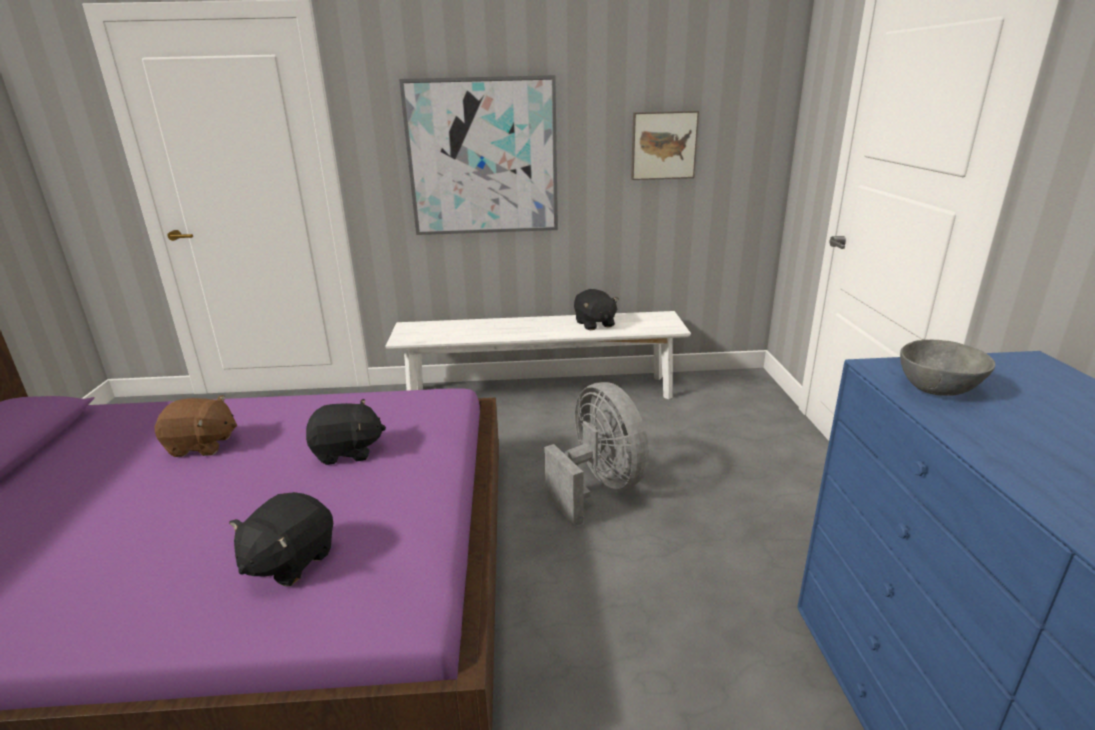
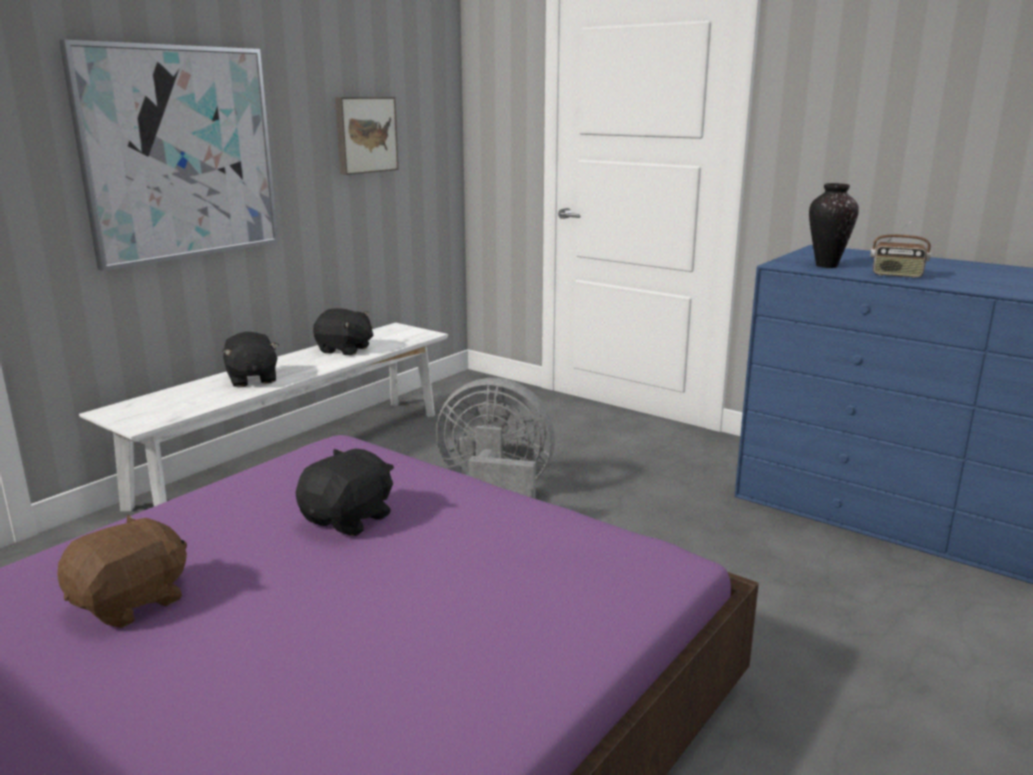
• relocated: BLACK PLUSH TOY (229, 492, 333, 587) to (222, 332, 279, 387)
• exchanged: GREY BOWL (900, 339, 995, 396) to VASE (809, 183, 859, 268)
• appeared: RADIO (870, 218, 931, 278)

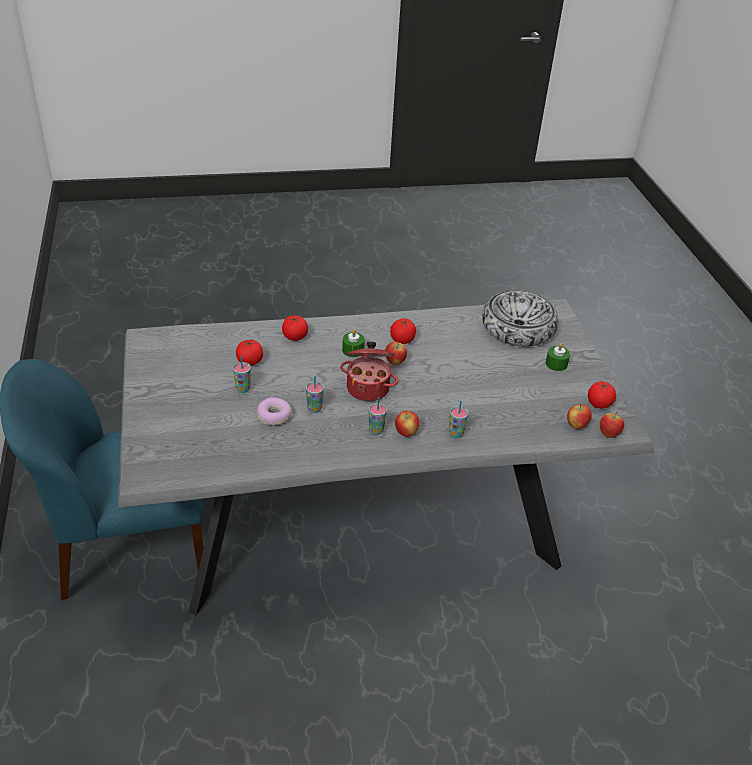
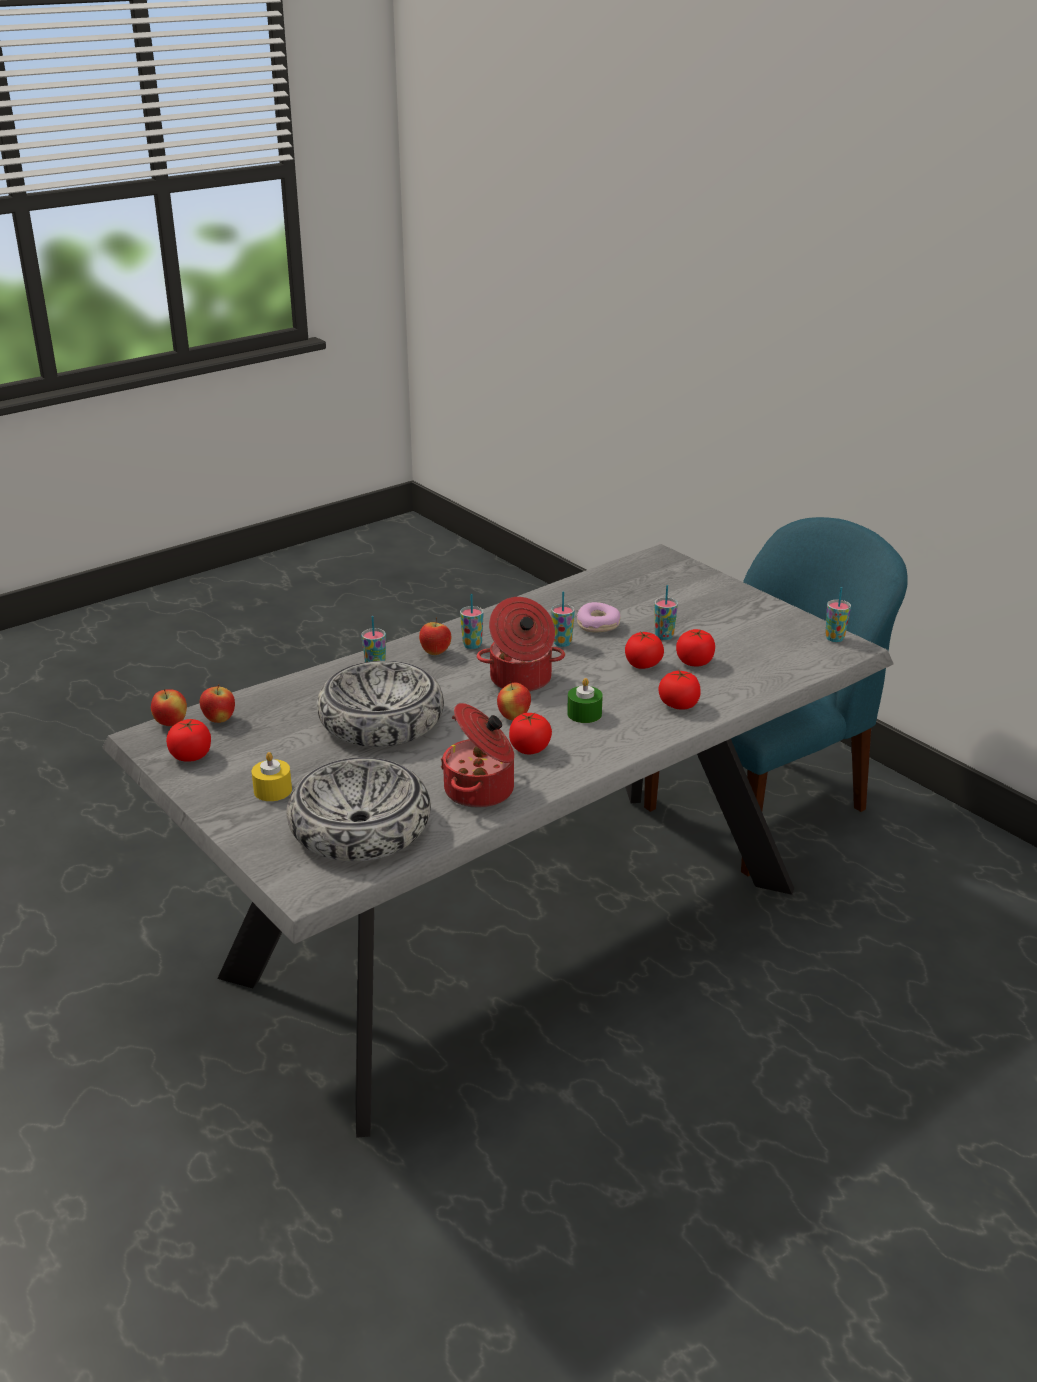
• colour: GREEN CANDLE (546, 343, 570, 371) to YELLOW CANDLE (252, 752, 292, 801)
• appeared: BOWL (317, 661, 444, 747)
• appeared: COOKING POT (441, 703, 514, 808)
• appeared: TOMATO (625, 631, 664, 669)
• appeared: CUP (825, 587, 851, 642)

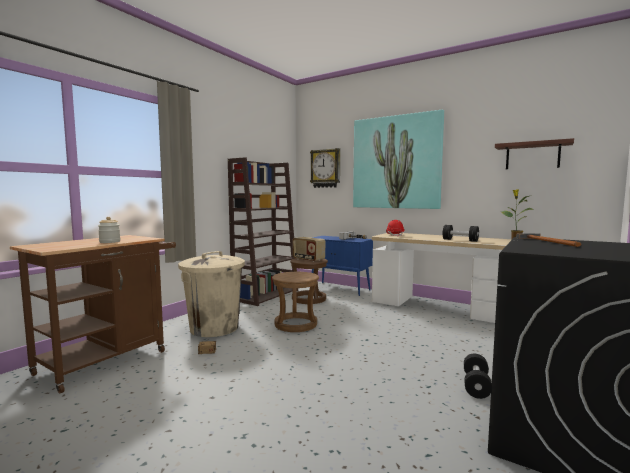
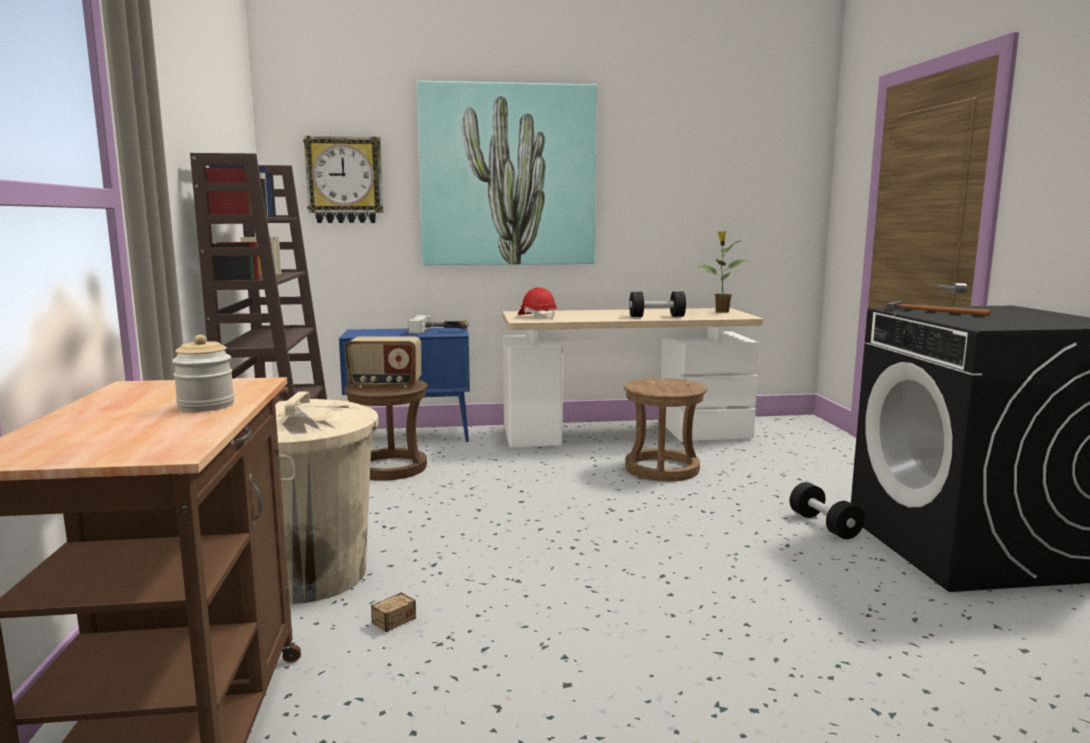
• relocated: BROWN STOOL (272, 272, 319, 332) to (624, 378, 707, 482)
• missing: SHELF (495, 138, 574, 169)

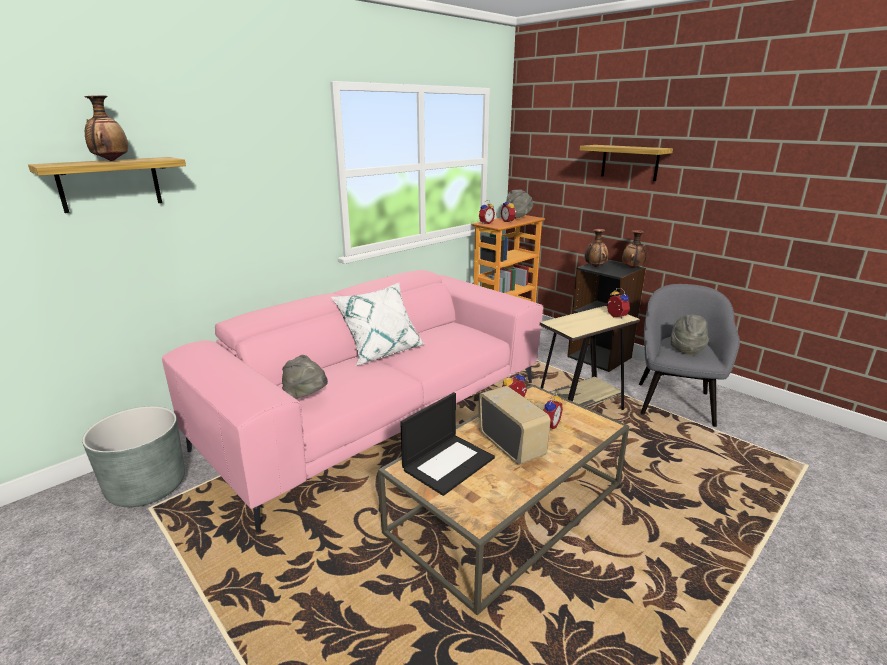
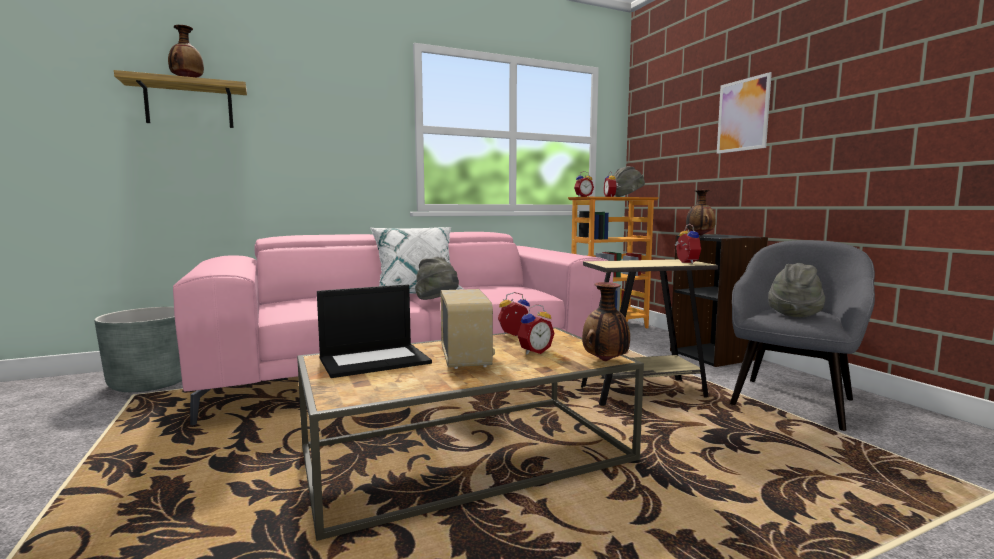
• relocated: GREY HAT (282, 355, 328, 399) to (415, 256, 459, 300)
• exchanged: SHELF (580, 145, 673, 181) to PICTURE (717, 72, 772, 154)
• relocated: VASE (622, 230, 646, 269) to (582, 282, 630, 361)

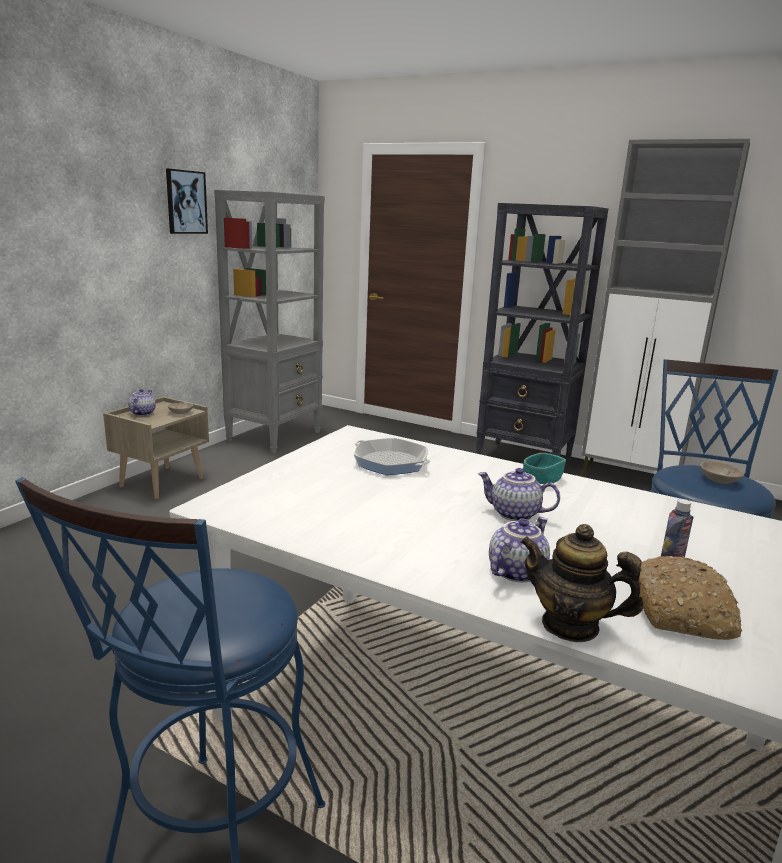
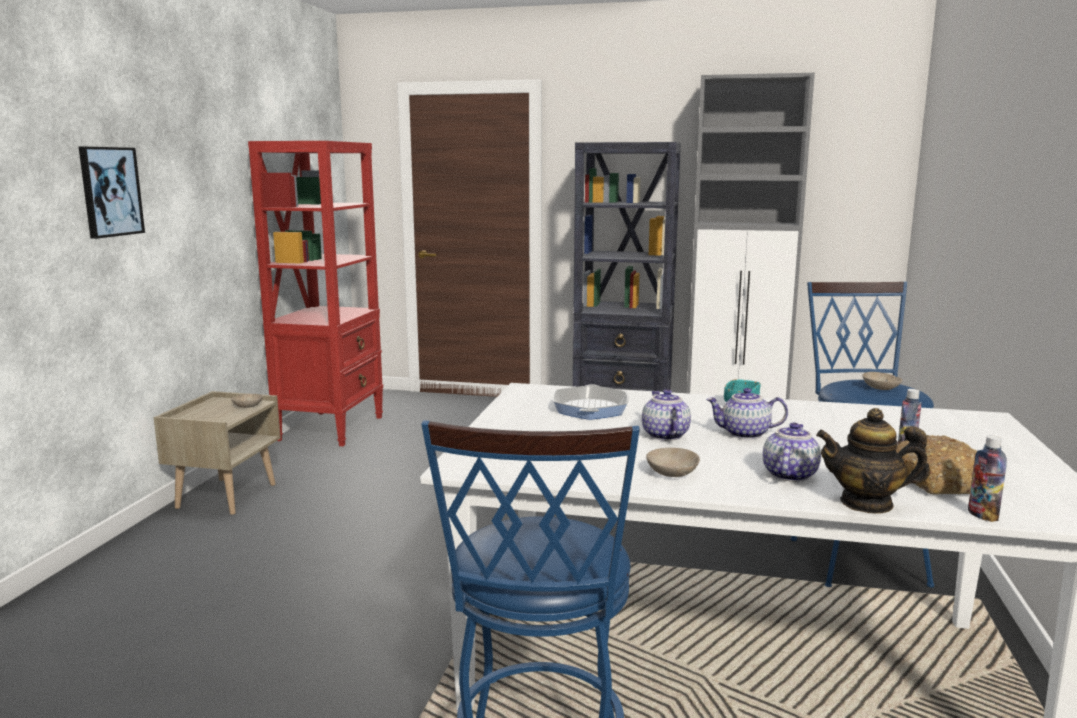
• relocated: TEAPOT (128, 389, 156, 416) to (642, 389, 691, 441)
• relocated: PICTURE (166, 169, 208, 234) to (79, 147, 145, 239)
• colour: GREY BOOKCASE (214, 190, 325, 453) to RED BOOKCASE (248, 141, 383, 446)
• spun: FRYING PAN (354, 438, 430, 475) = (553, 384, 629, 420) 105 degrees counterclockwise
• appeared: BEIGE BOWL (646, 448, 700, 477)
• appeared: BOTTLE (968, 435, 1007, 522)

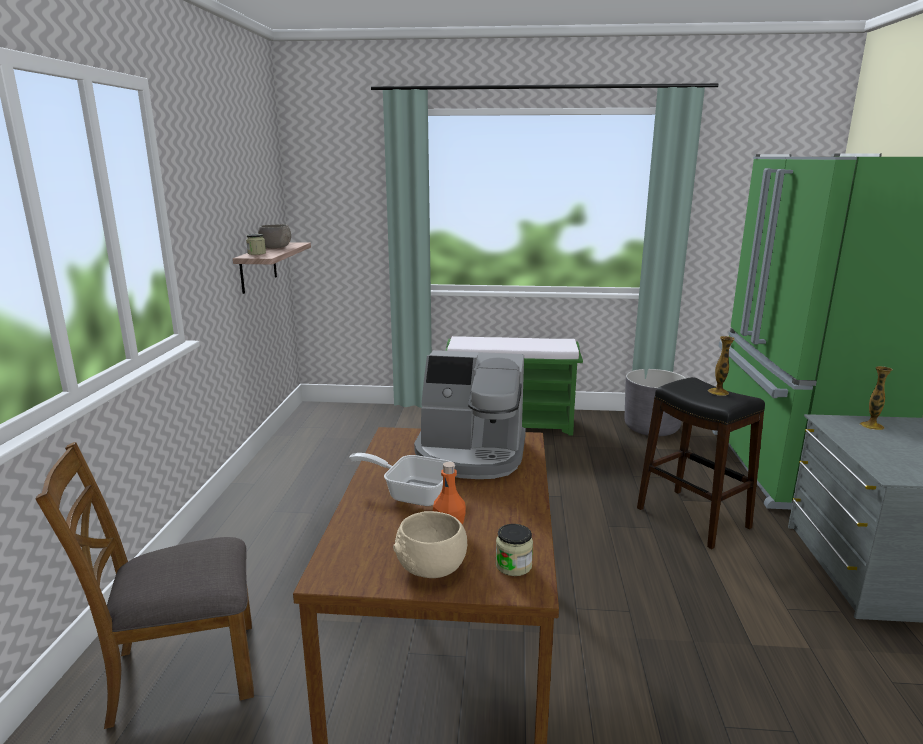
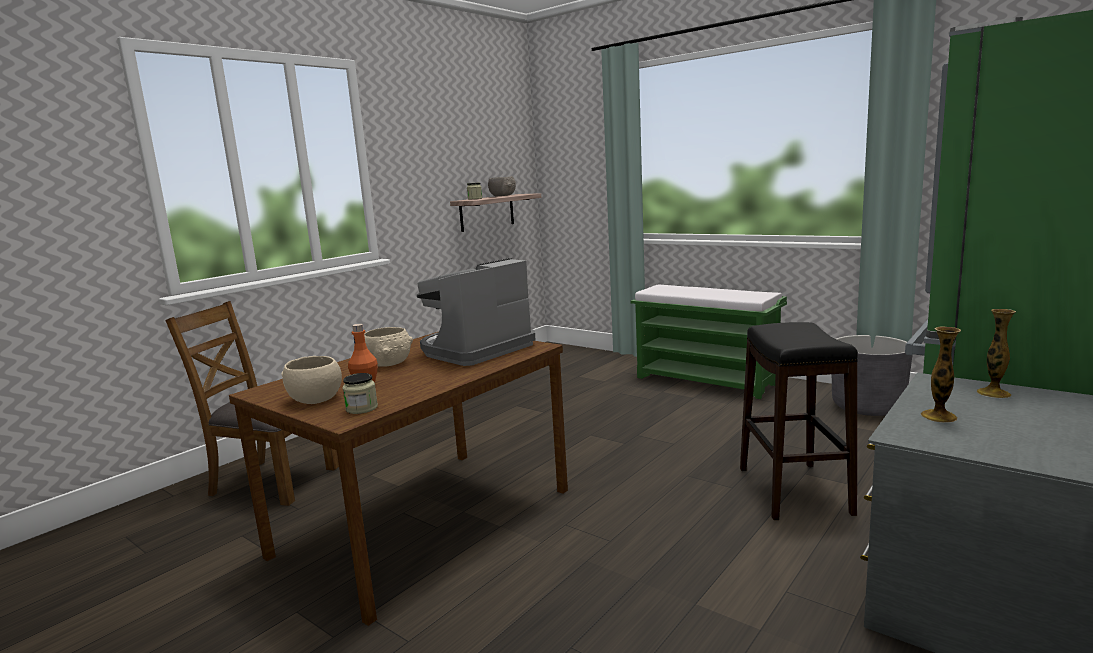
• exchanged: FRYING PAN (349, 453, 451, 506) to BEIGE BOWL (364, 327, 413, 367)
• spun: COFFEE MACHINE (414, 350, 526, 479) = (417, 258, 536, 366) 90 degrees clockwise
• relocated: VASE (708, 336, 735, 396) to (921, 326, 961, 423)

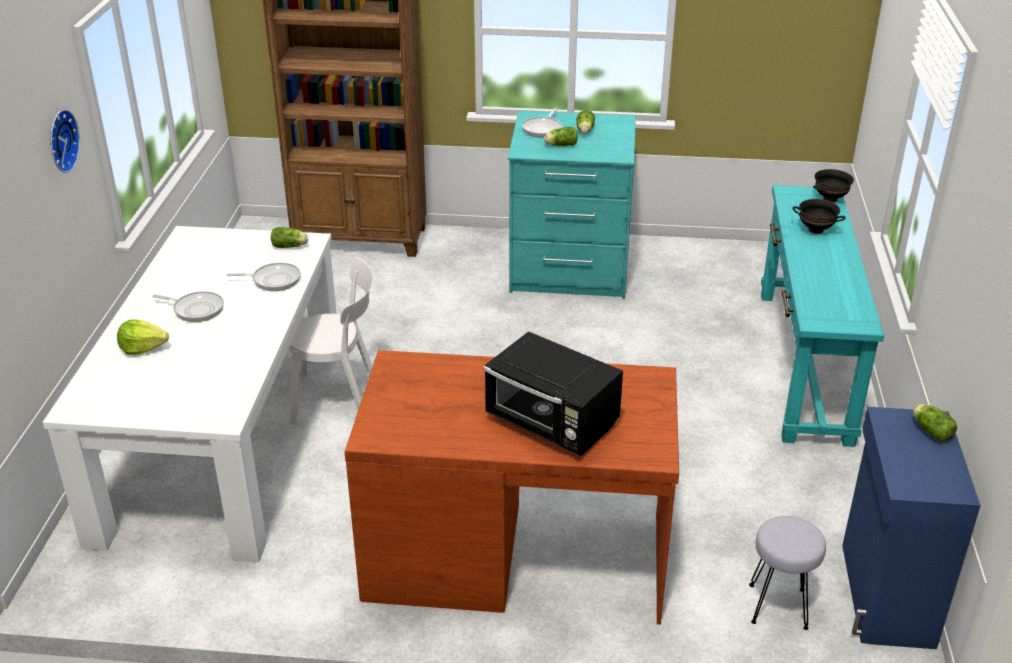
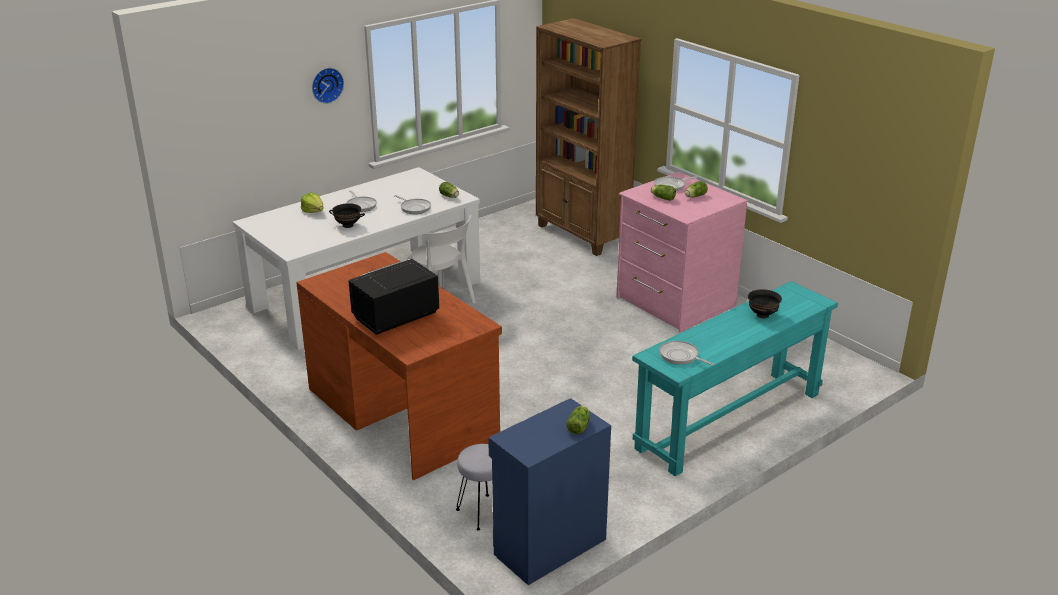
• spun: BLACK MICROWAVE (483, 331, 623, 456) = (348, 259, 440, 335) 60 degrees clockwise
• colour: TURQUOISE DRESSER (508, 111, 636, 299) to PINK DRESSER (616, 172, 748, 332)
• relocated: BLACK BOWL (813, 169, 854, 202) to (329, 203, 365, 228)
• appeared: FRYING PAN (659, 341, 714, 366)

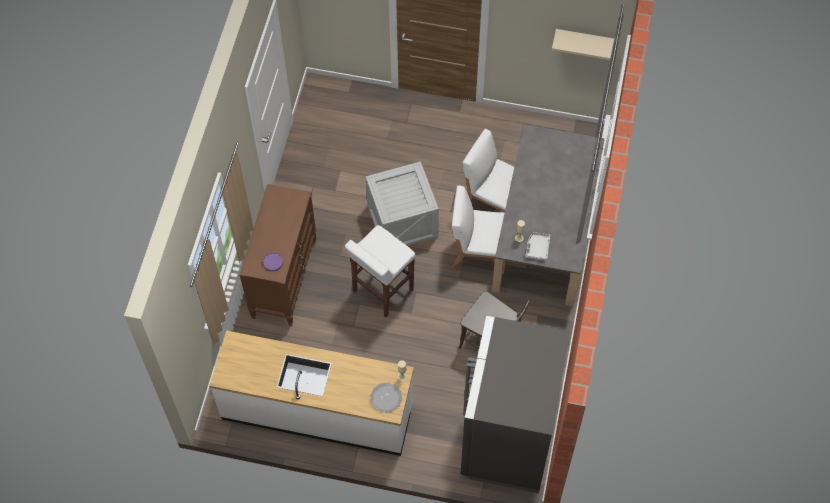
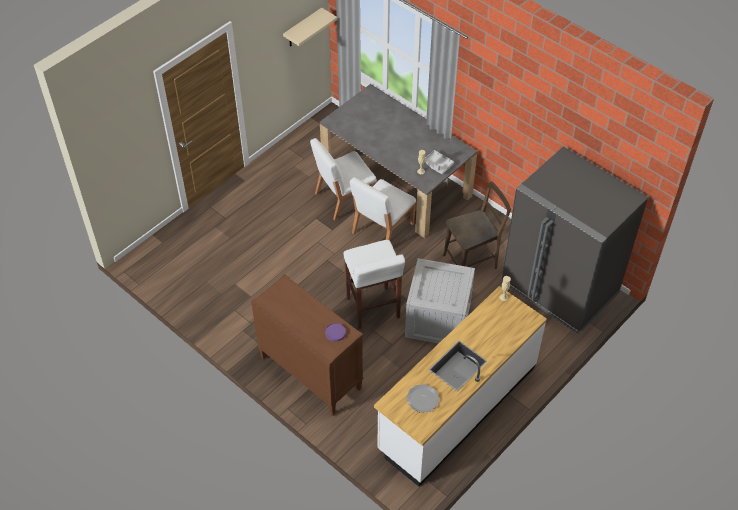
• relocated: CRATE (366, 161, 439, 246) to (405, 258, 475, 344)
• relocated: PLATE (370, 383, 402, 413) to (406, 384, 439, 413)

